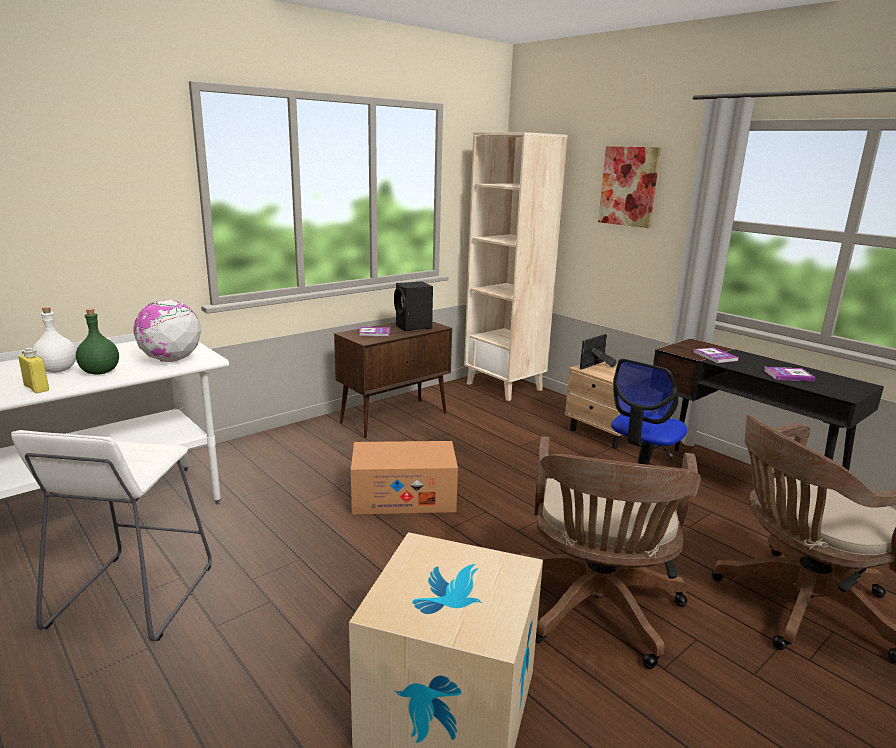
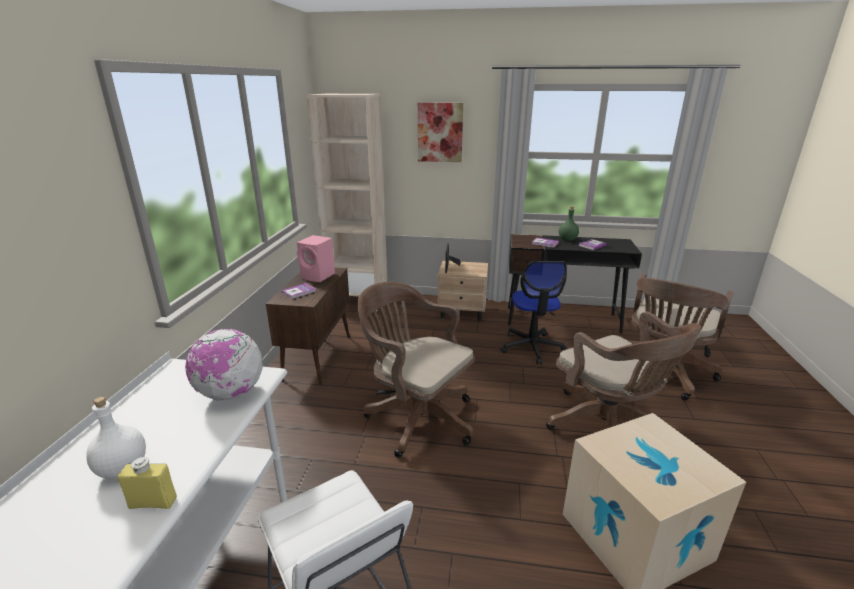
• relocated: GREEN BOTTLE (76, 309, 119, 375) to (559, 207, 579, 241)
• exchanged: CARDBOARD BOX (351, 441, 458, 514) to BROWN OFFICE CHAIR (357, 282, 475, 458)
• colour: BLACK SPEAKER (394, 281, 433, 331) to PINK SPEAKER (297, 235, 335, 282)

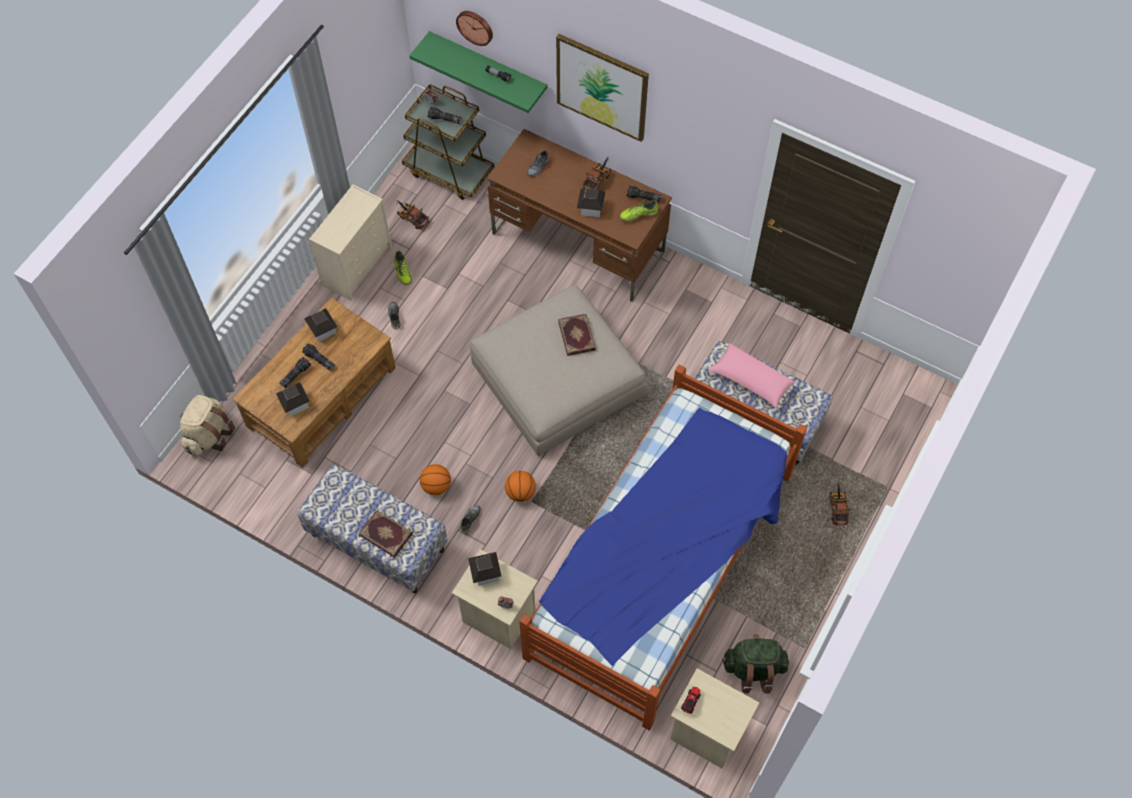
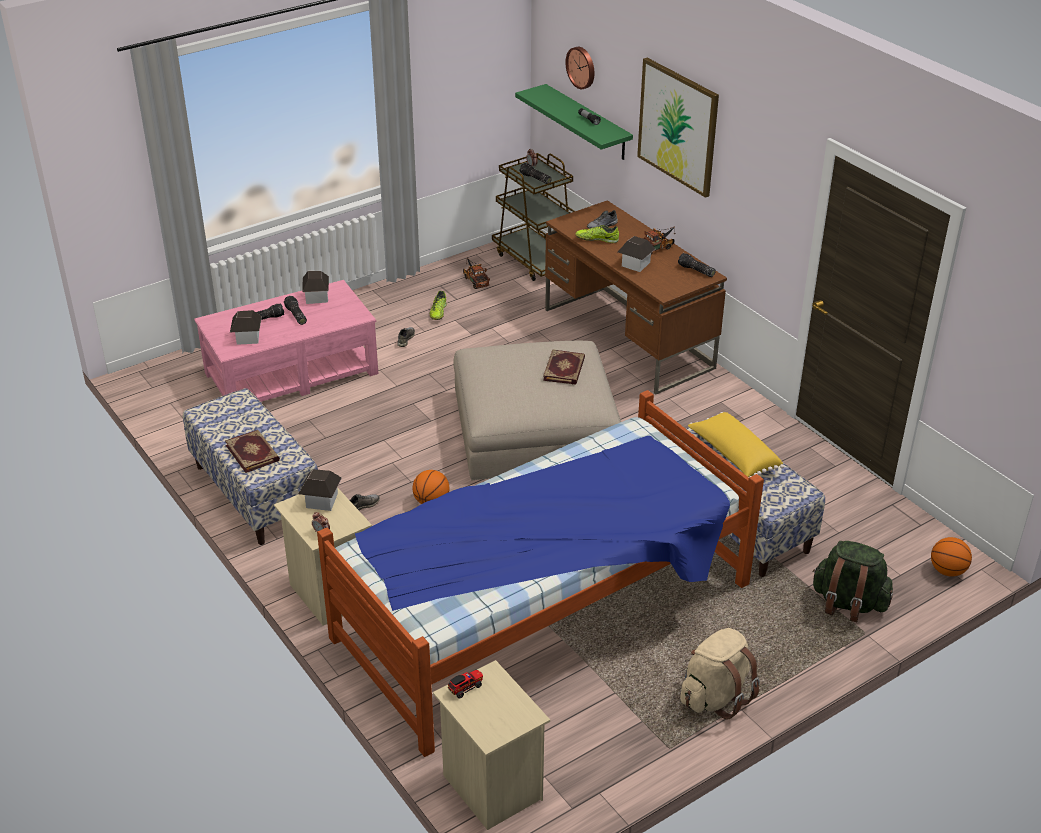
• relocated: BEIGE BACKPACK (180, 395, 235, 455) to (680, 628, 760, 719)
• colour: BROWN COFFEE TABLE (232, 298, 396, 468) to PINK COFFEE TABLE (194, 280, 378, 402)
• missing: BEIGE DRESSER (309, 184, 392, 301)
• relocated: BASKETBALL (420, 464, 451, 495) to (931, 537, 972, 577)
• relocated: SHOE (620, 200, 658, 221) to (575, 225, 619, 243)
• colour: PINK PILLOW (708, 343, 797, 408) to YELLOW PILLOW (688, 412, 784, 477)
• relocated: GREEN BACKPACK (722, 634, 789, 694) to (813, 541, 893, 622)
• missing: TOY TRUCK (829, 482, 851, 525)

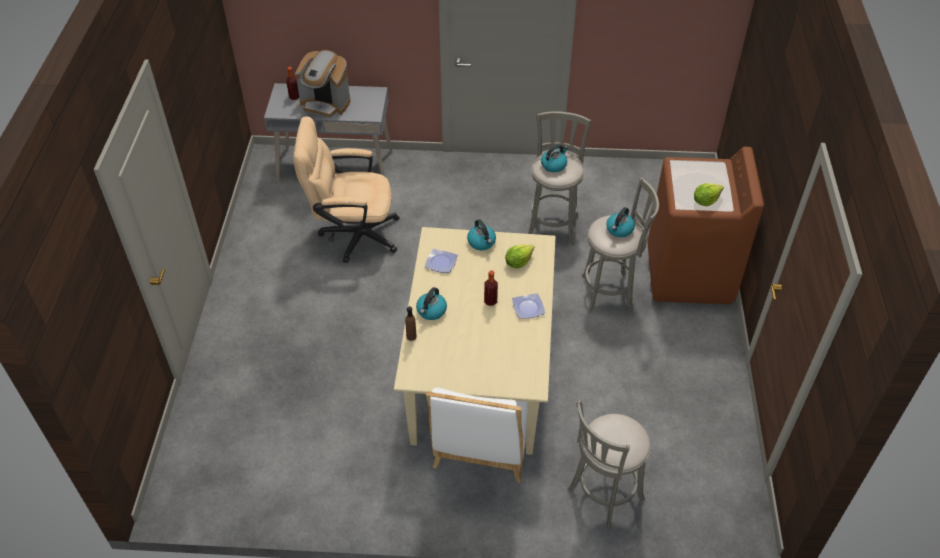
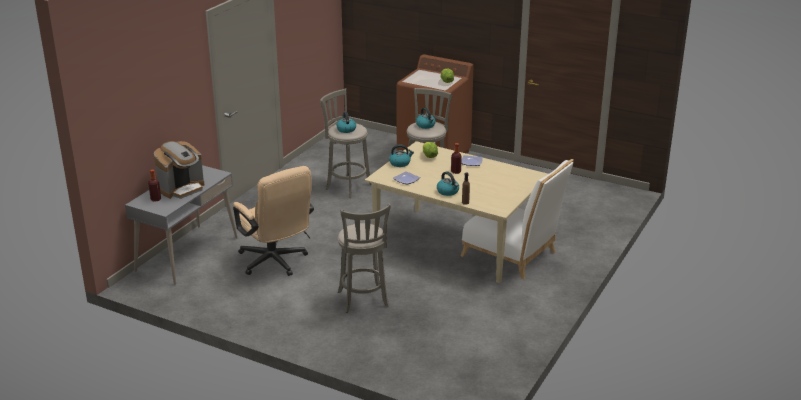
• spun: BEIGE OFFICE CHAIR (294, 116, 400, 263) = (233, 166, 314, 276) 60 degrees counterclockwise
• relocated: GREY STOOL (568, 400, 651, 530) to (338, 204, 391, 313)

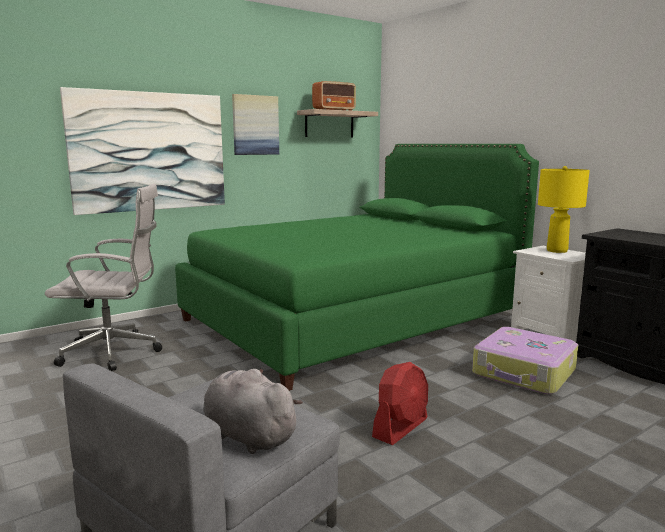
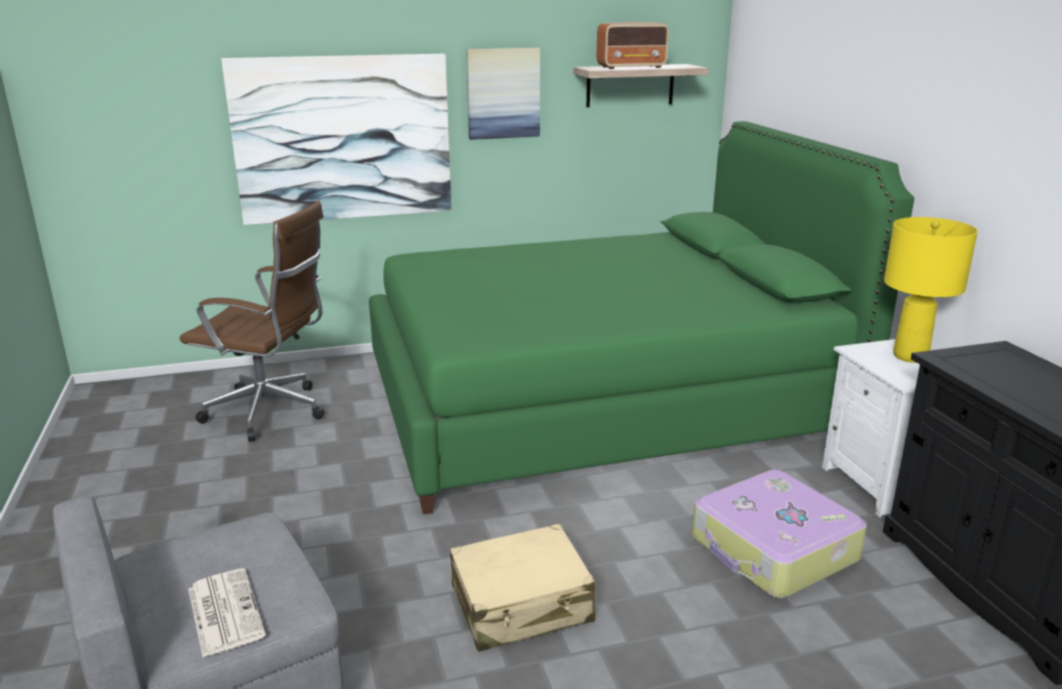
• colour: WHITE OFFICE CHAIR (45, 183, 162, 371) to BROWN OFFICE CHAIR (179, 201, 324, 442)
• exchanged: GREY PLUSH TOY (203, 369, 303, 454) to NEWSPAPER (188, 568, 266, 657)
• exchanged: RED FAN (372, 362, 428, 445) to BEIGE SUITCASE (450, 523, 595, 652)

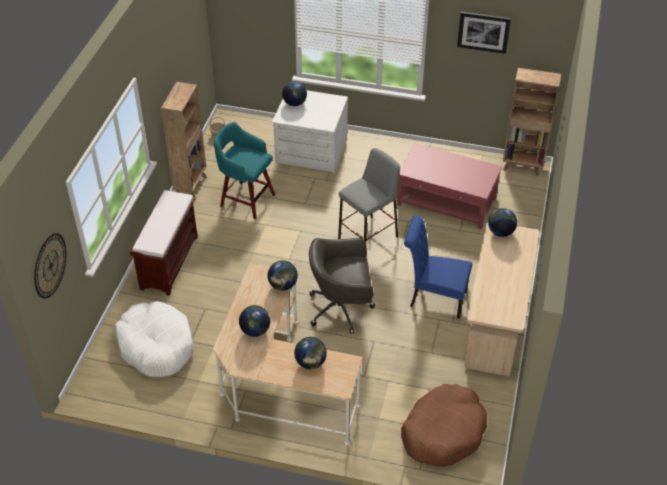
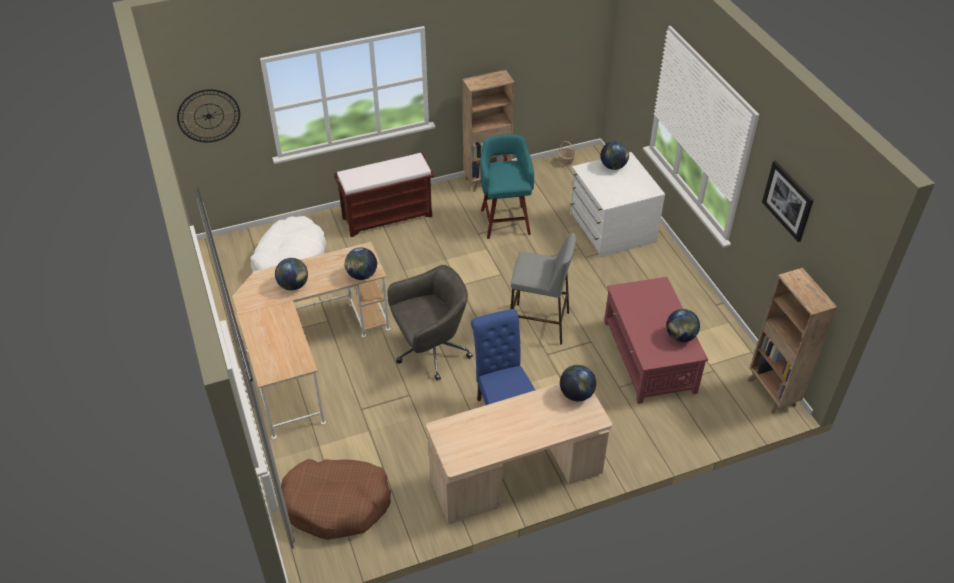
• relocated: GLOBE (294, 337, 327, 369) to (666, 309, 700, 342)
• spun: GREY OFFICE CHAIR (309, 238, 375, 334) = (387, 265, 473, 381) 105 degrees clockwise

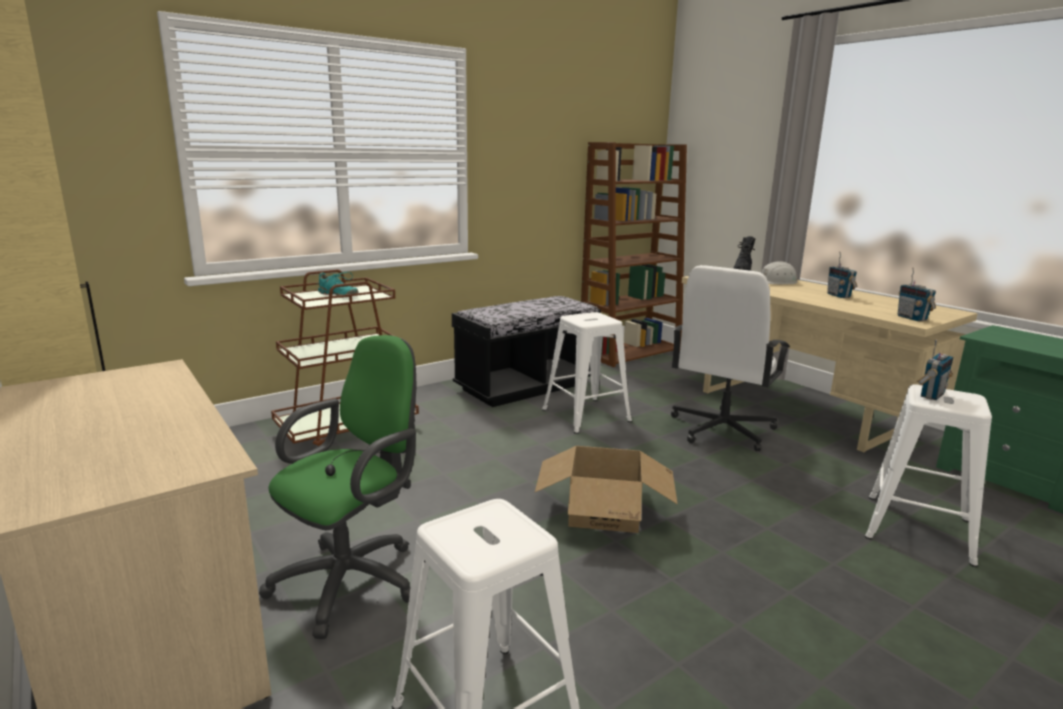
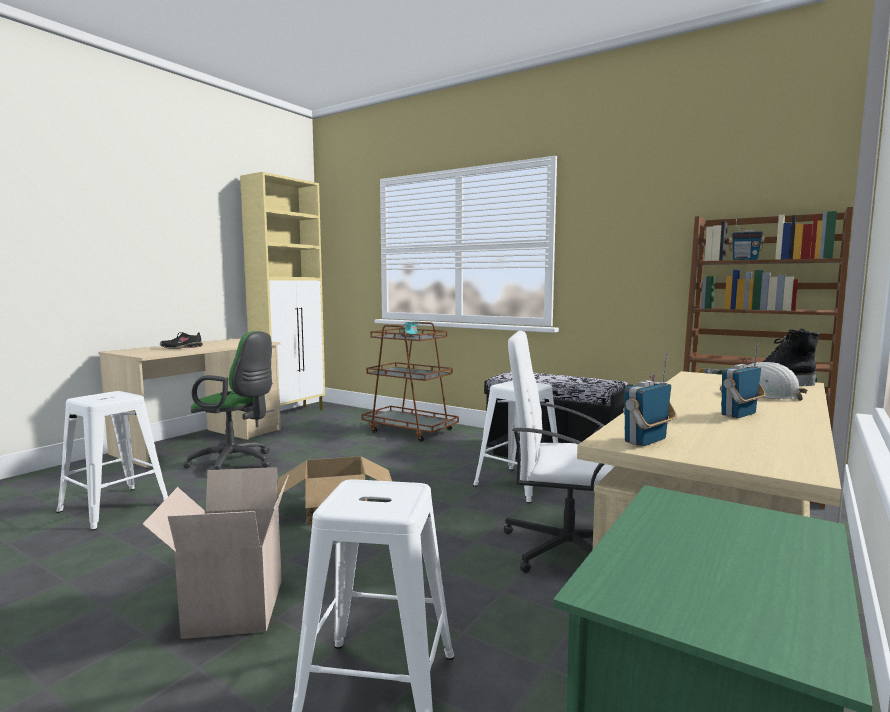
• relocated: RADIO (917, 339, 953, 400) to (729, 218, 765, 260)
• appeared: CARDBOARD BOX (142, 467, 289, 639)
• appeared: BLACK SHOE (160, 332, 203, 349)

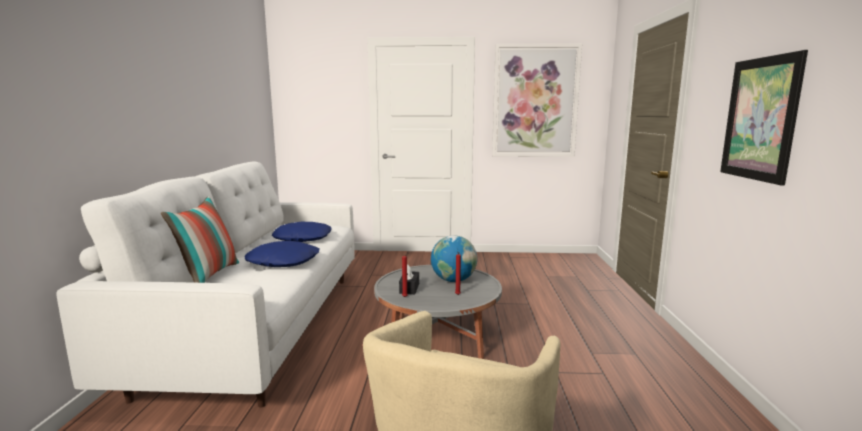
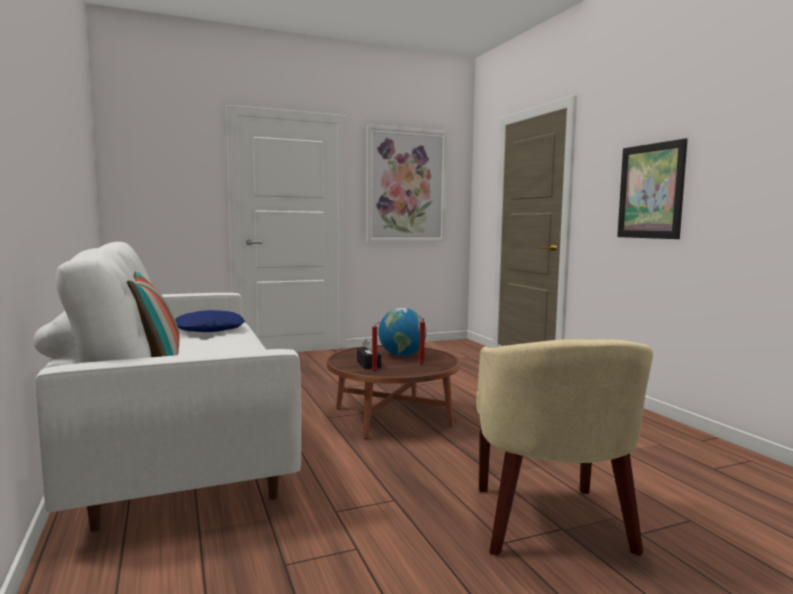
• missing: BLUE PILLOW (245, 241, 320, 267)
• colour: GREY COFFEE TABLE (374, 265, 502, 359) to BROWN COFFEE TABLE (326, 345, 460, 439)

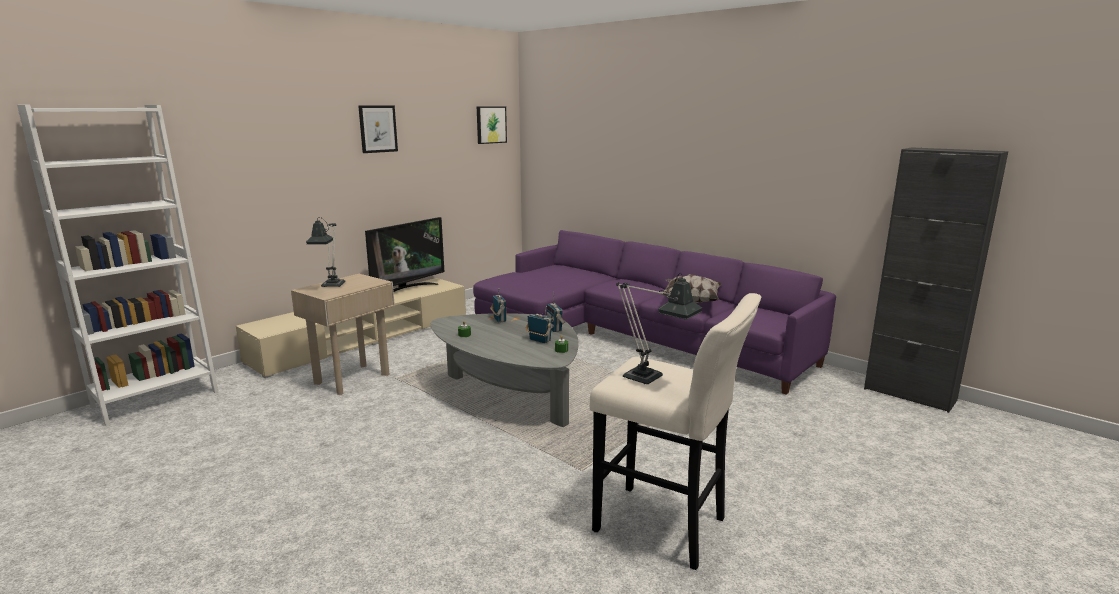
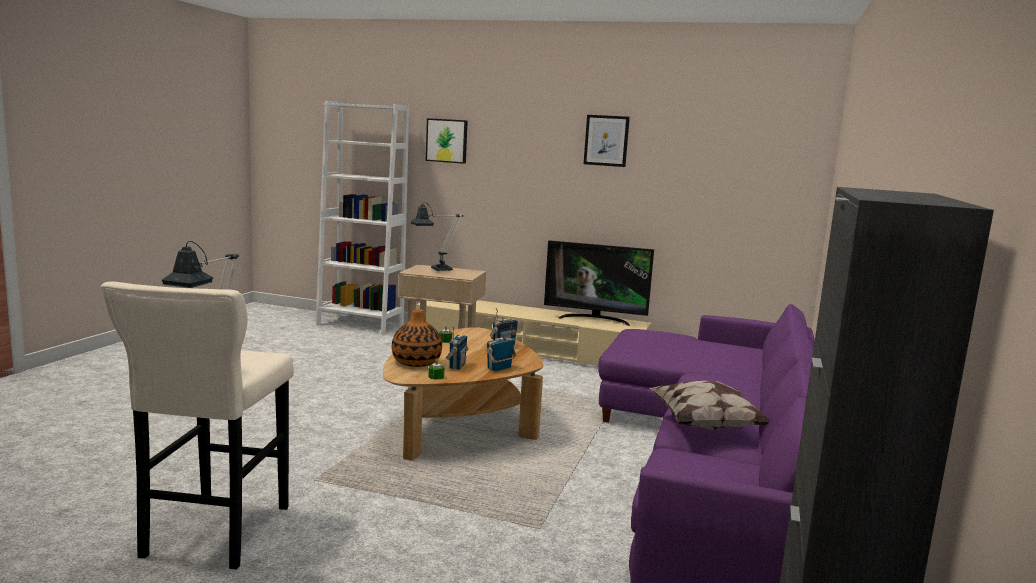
• colour: GREY COFFEE TABLE (431, 313, 579, 427) to BROWN COFFEE TABLE (383, 327, 543, 461)
• relocated: PICTURE (477, 106, 507, 144) to (426, 118, 468, 164)
• appeared: VASE (392, 309, 442, 367)

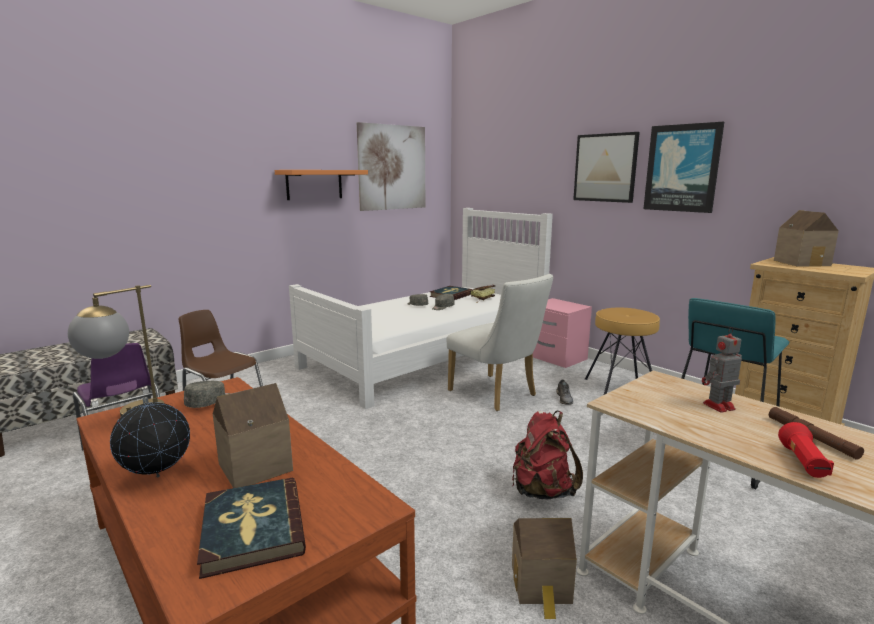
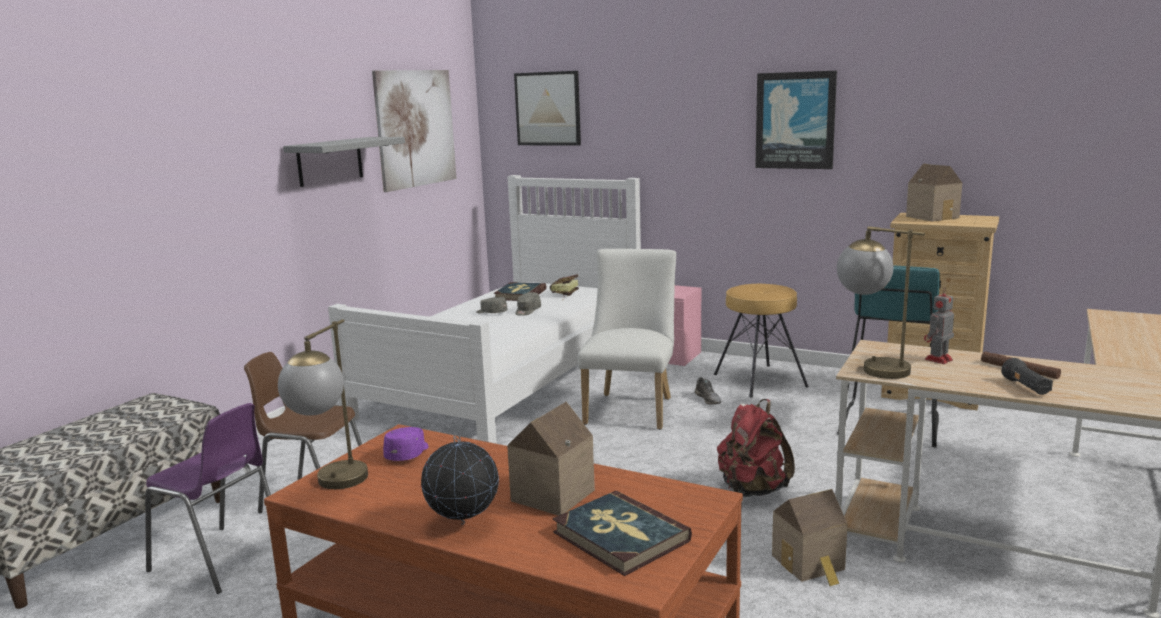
• colour: GREY CAP (184, 381, 231, 408) to PURPLE CAP (383, 427, 428, 461)
• colour: ORANGE SHELF (275, 170, 368, 200) to GREY SHELF (283, 137, 405, 187)
• spun: WHITE CHAIR (447, 274, 553, 411) = (577, 249, 676, 430) 105 degrees counterclockwise
• relocated: PICTURE (573, 132, 640, 203) to (514, 71, 581, 146)
• colour: RED FLASHLIGHT (778, 422, 834, 478) to BLACK FLASHLIGHT (1001, 358, 1053, 395)
• appeared: TABLE LAMP (837, 226, 925, 379)

